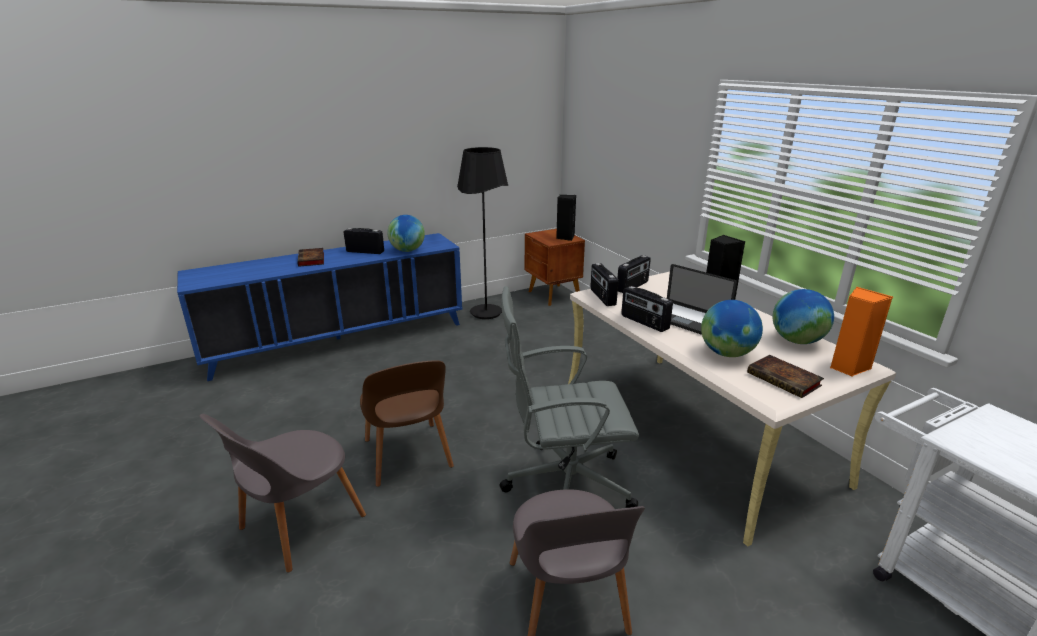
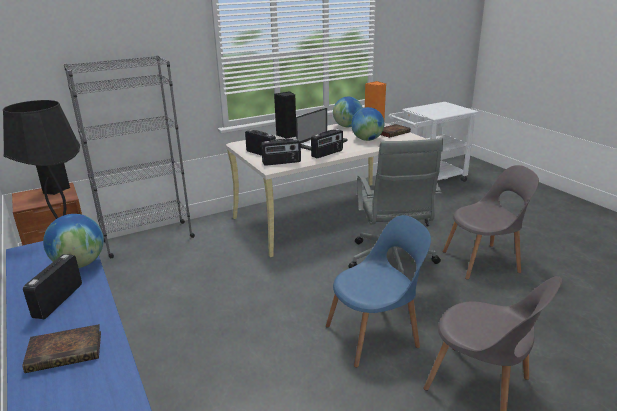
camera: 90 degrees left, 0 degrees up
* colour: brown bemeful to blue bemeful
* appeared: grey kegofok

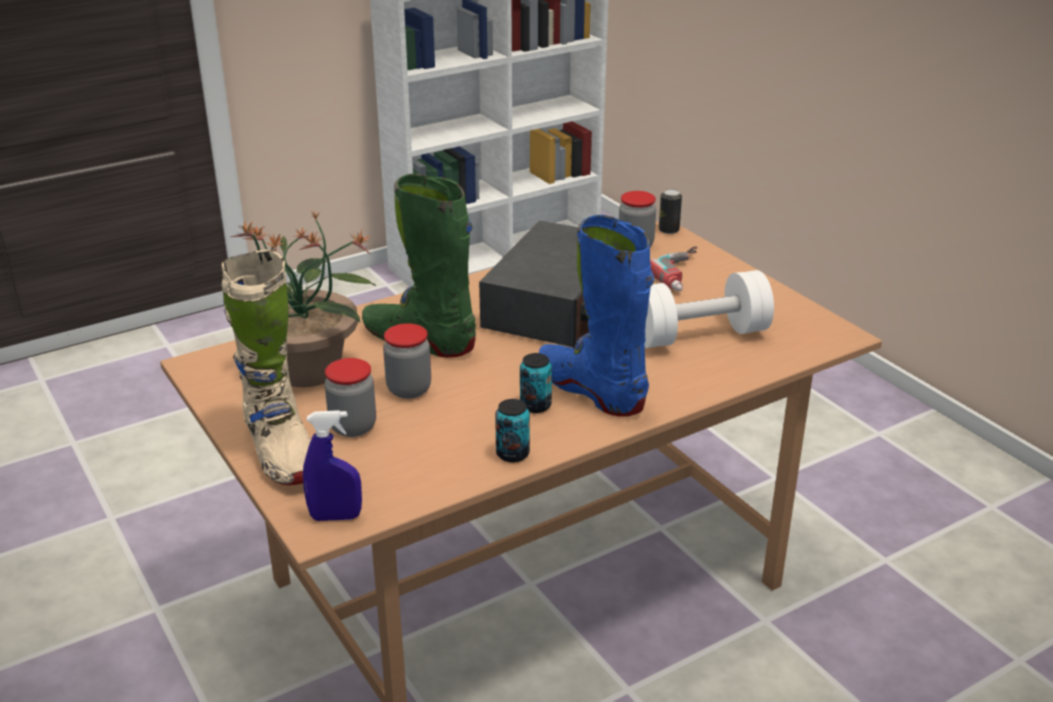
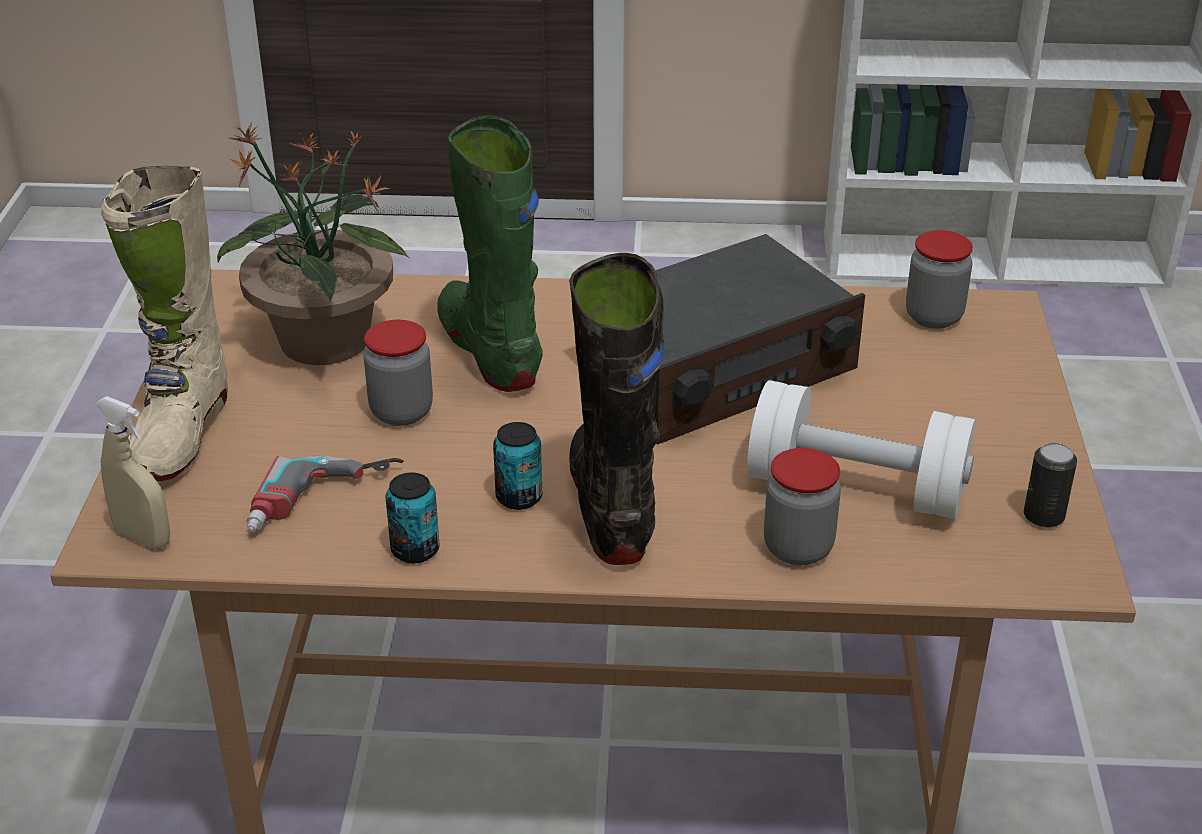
camera: 35 degrees right, 5 degrees up
* colour: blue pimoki to beige pimoki
* relocated: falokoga (no. 1 from left in the first image) to falokoga (no. 2 from left)
* colour: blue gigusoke to black gigusoke
* relocated: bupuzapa
* relocated: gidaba (no. 3 from left)

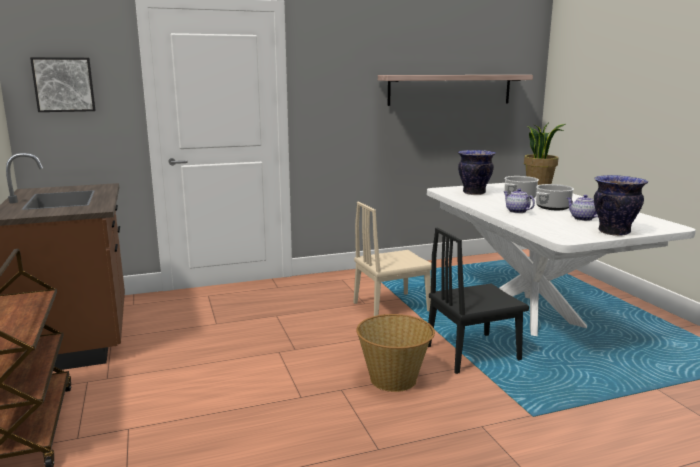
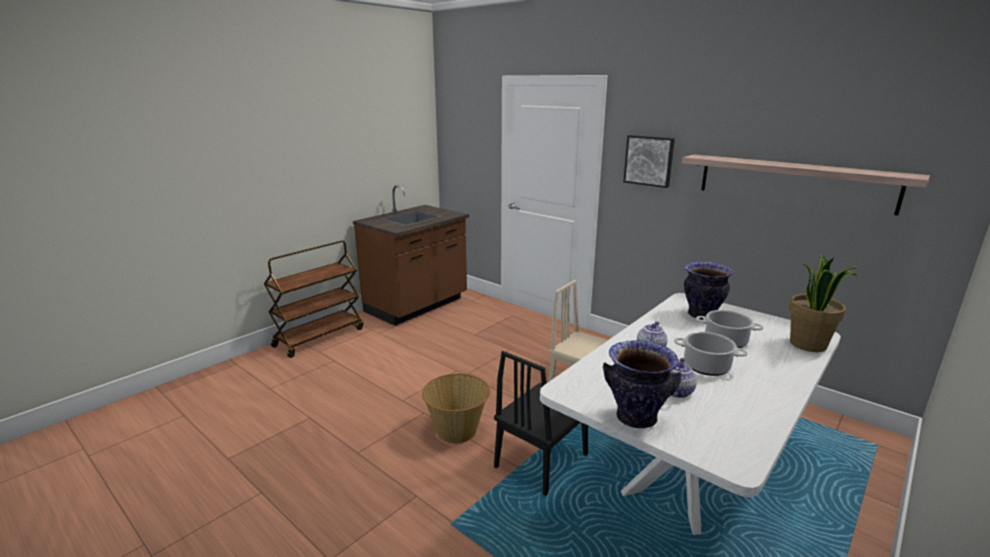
camera: 60 degrees right, 5 degrees up
* relocated: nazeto
* spun: black bemeful 90 degrees counterclockwise

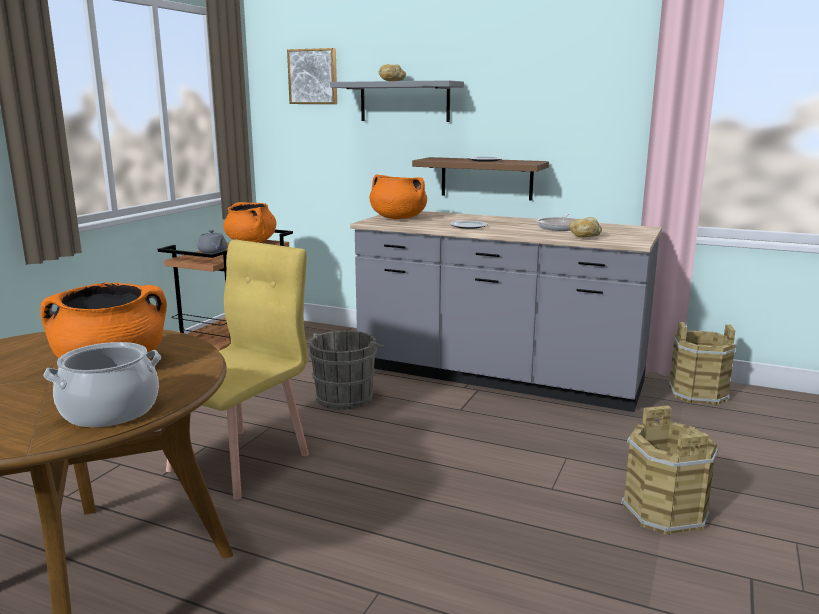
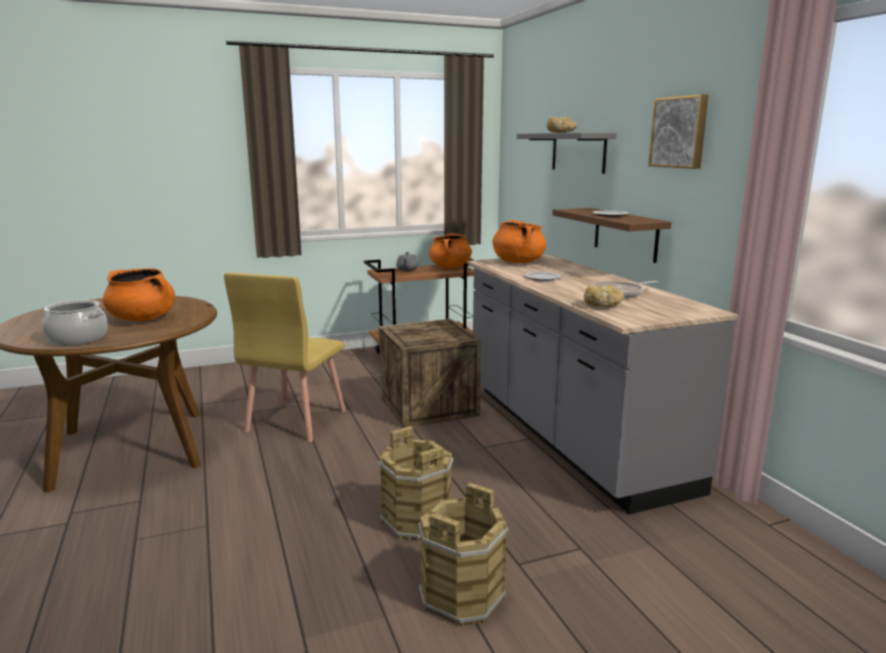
camera: 45 degrees right, 0 degrees up
* spun: yellow bemeful 120 degrees clockwise
* relocated: nazeto
* exchanged: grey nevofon to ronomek
* relocated: brown nevofon (no. 2 from left in the first image) to brown nevofon (no. 1 from left)

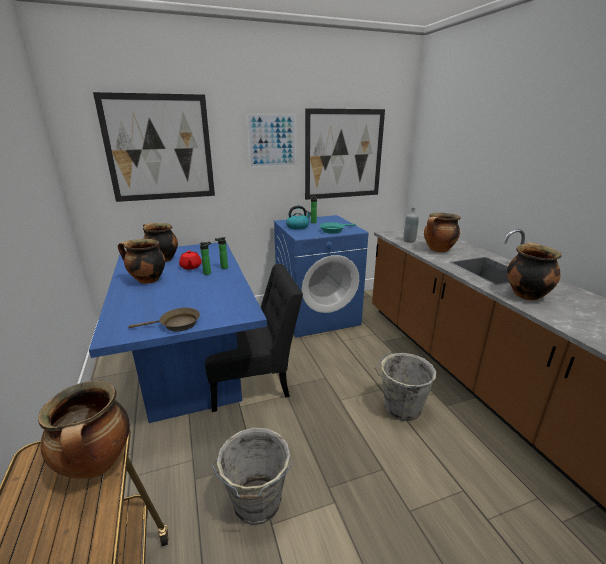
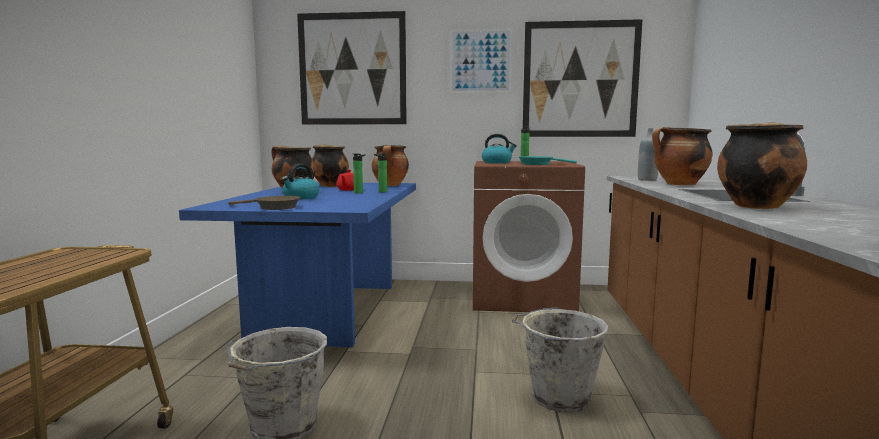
camera: 25 degrees right, 15 degrees down
* relocated: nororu (no. 1 from left in the first image) to nororu (no. 3 from left)
* missing: black bemeful
* colour: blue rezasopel to brown rezasopel
* appeared: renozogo (no. 1 from left)

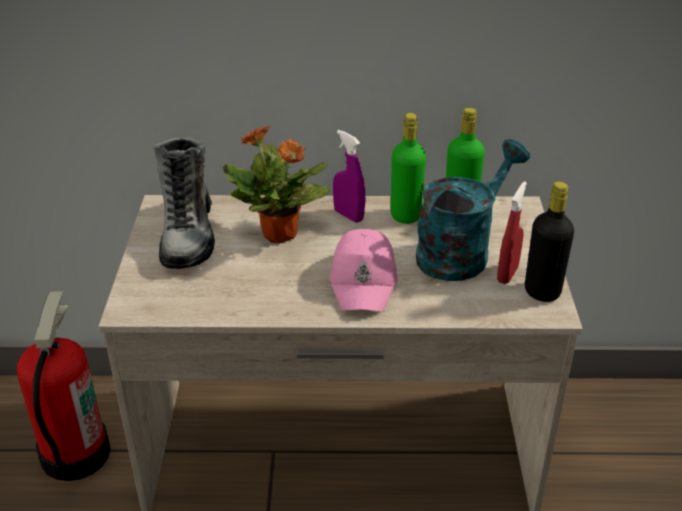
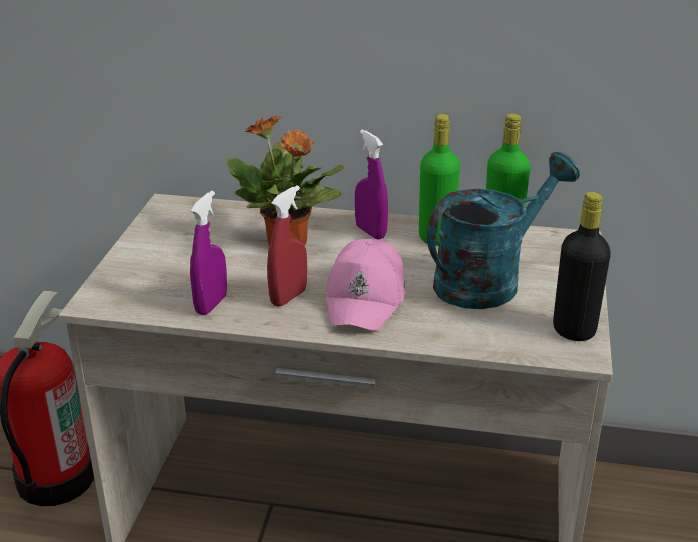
camera: 10 degrees right, 5 degrees down
* missing: gigusoke
* relocated: red pimoki
* appeared: purple pimoki (no. 1 from left)

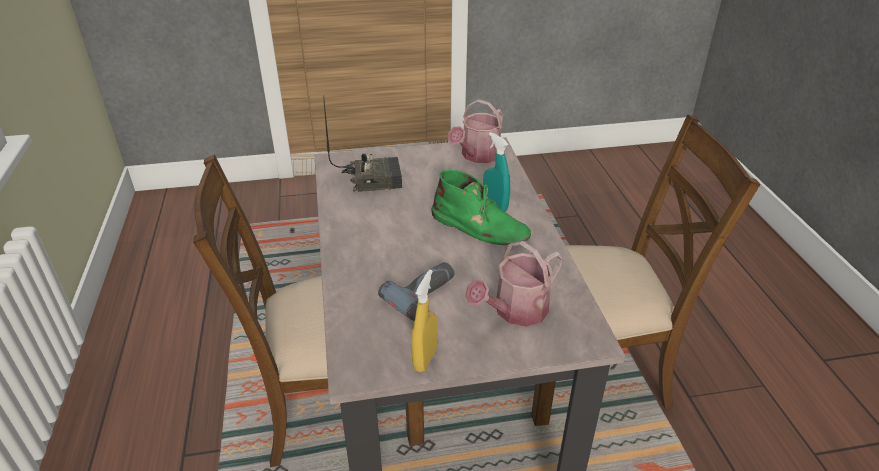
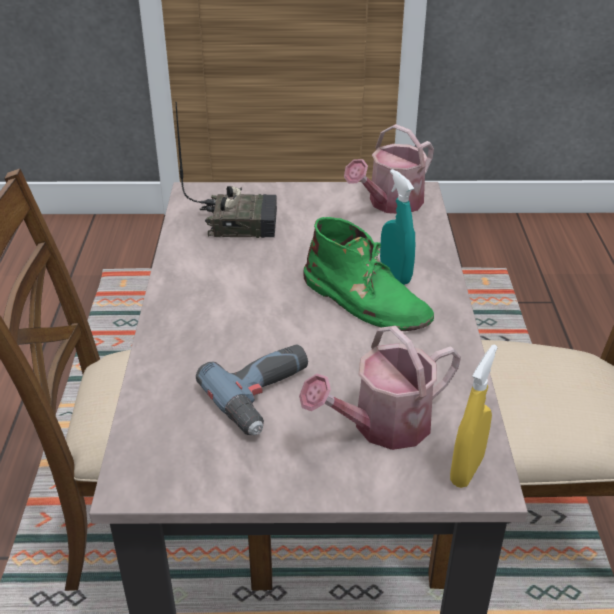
camera: 10 degrees right, 0 degrees up
* relocated: yellow pimoki

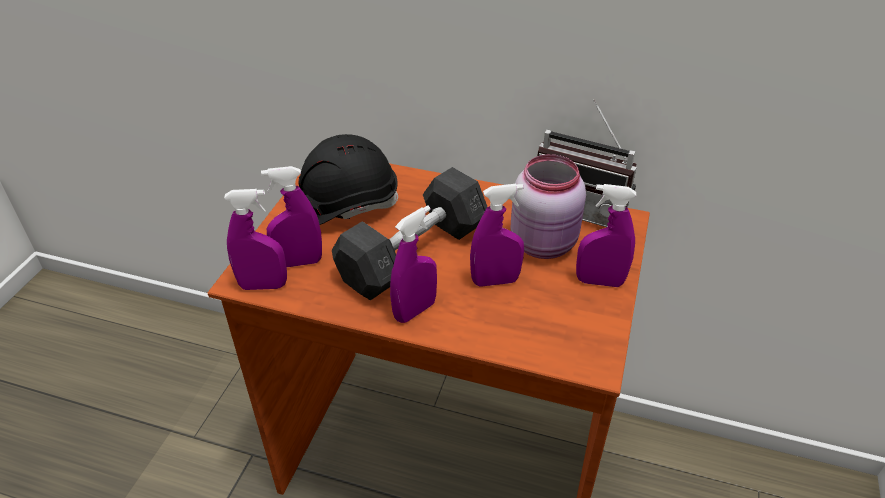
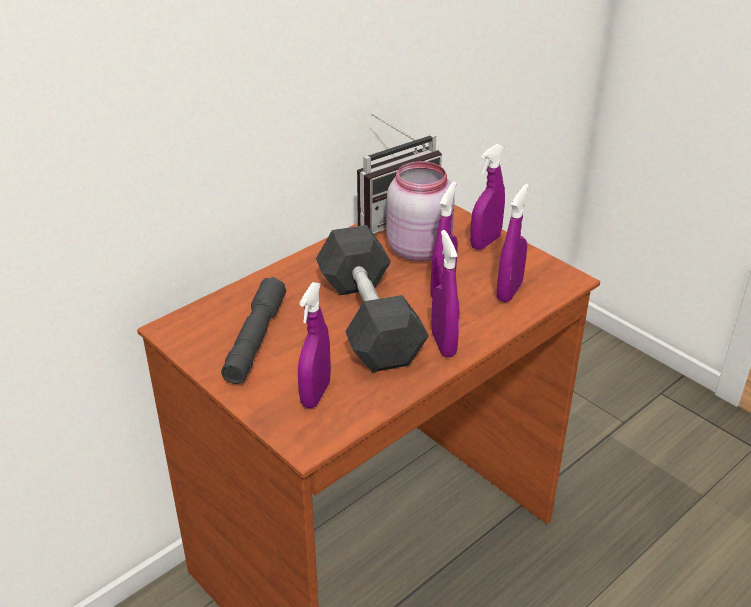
camera: 60 degrees left, 5 degrees down
* relocated: purple pimoki (no. 1 from left in the first image) to purple pimoki (no. 5 from left)
* exchanged: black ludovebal to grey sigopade

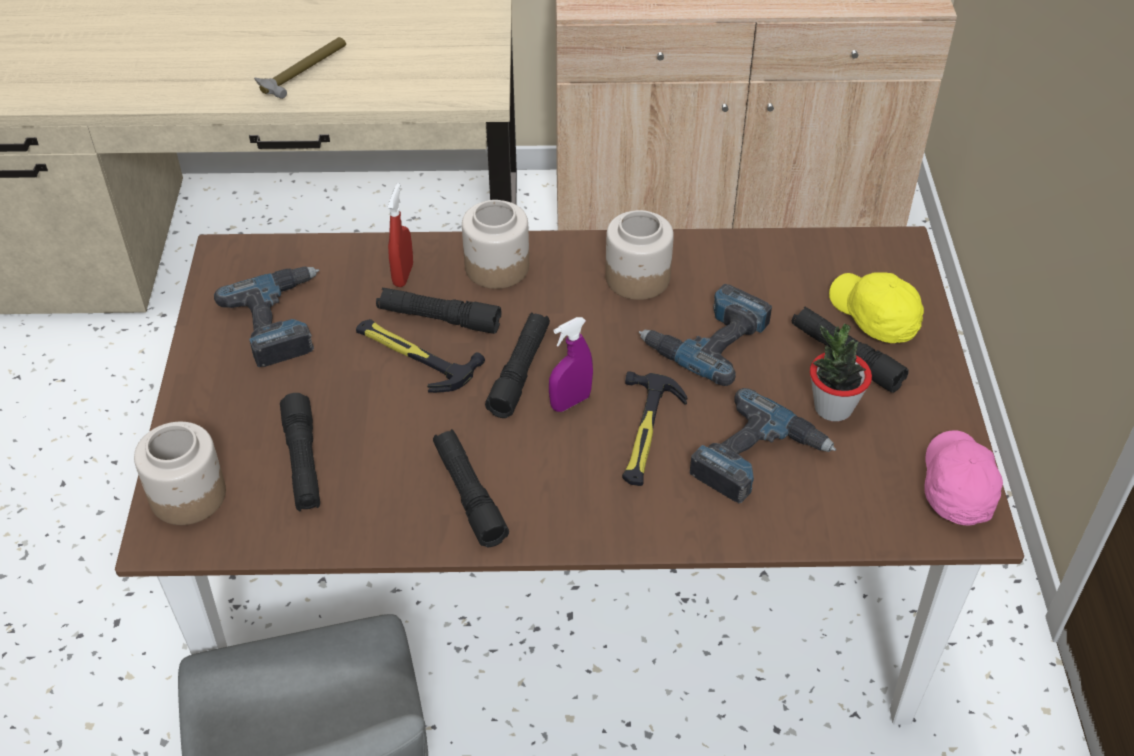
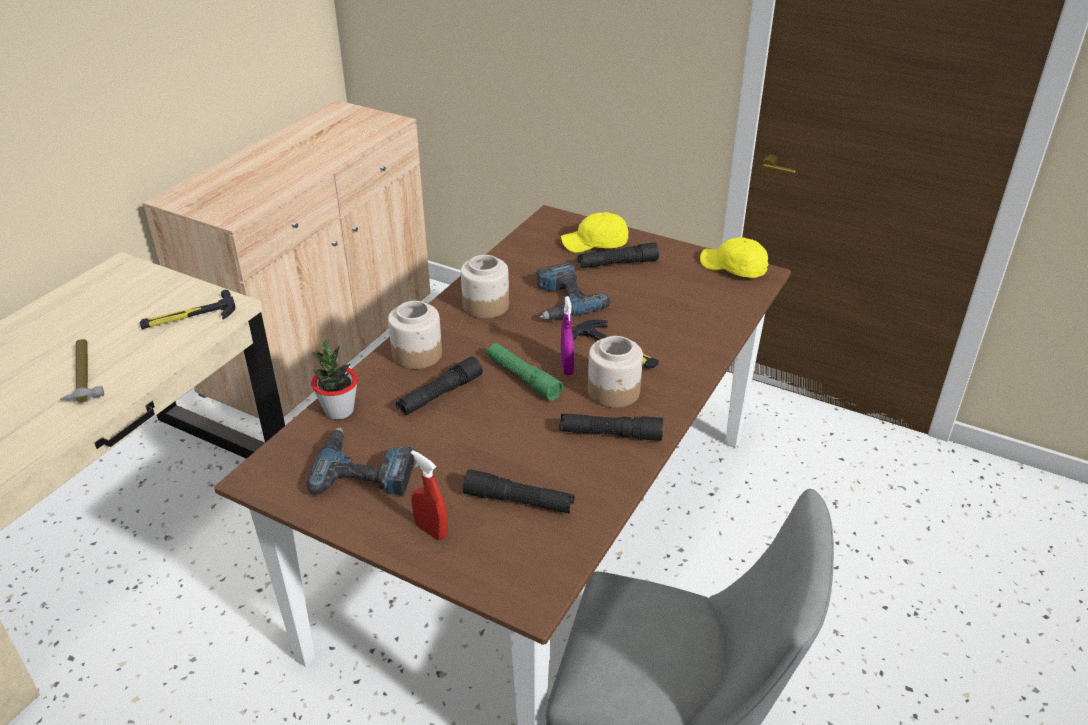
camera: 60 degrees left, 10 degrees down
* relocated: falokoga (no. 1 from left in the first image) to falokoga (no. 3 from left)
* relocated: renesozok (no. 2 from left)
* relocated: red pimoki
* colour: black sigopade (no. 4 from left) to green sigopade
* missing: bupuzapa (no. 3 from left)
* relocated: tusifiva
* colour: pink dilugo to yellow dilugo (no. 2 from left)

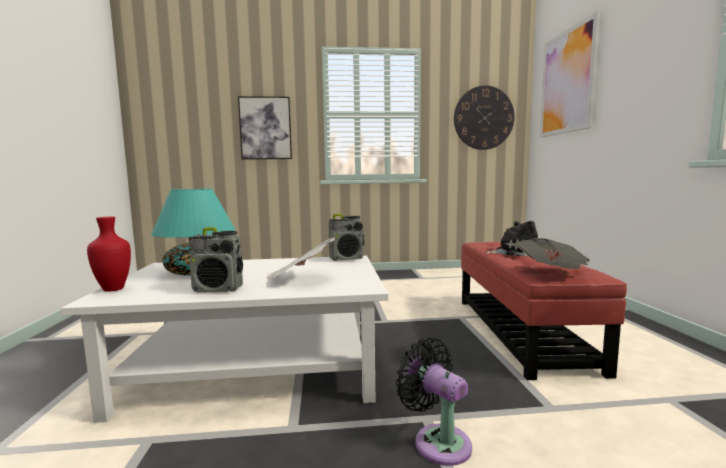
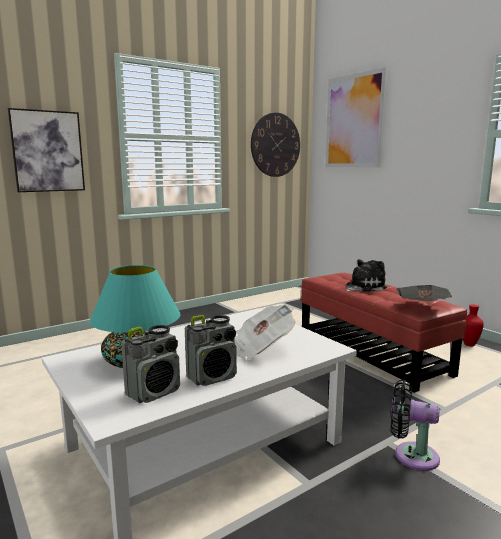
camera: 30 degrees left, 5 degrees up
* relocated: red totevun
* relocated: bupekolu (no. 2 from left in the first image) to bupekolu (no. 1 from left)

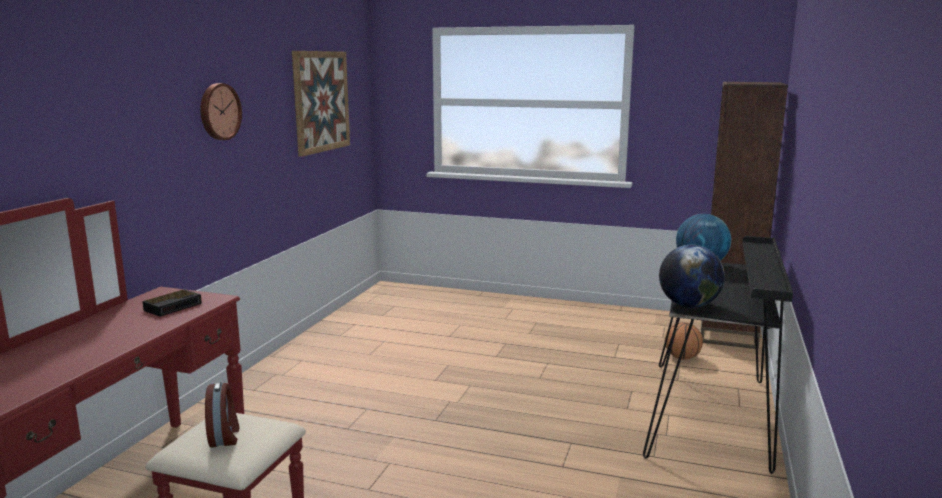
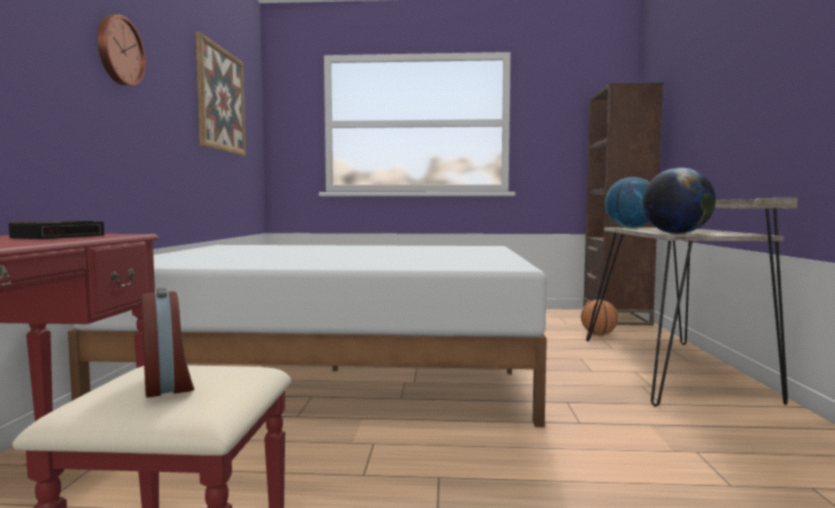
camera: 15 degrees left, 10 degrees down
* colour: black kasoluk to beige kasoluk
* appeared: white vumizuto

